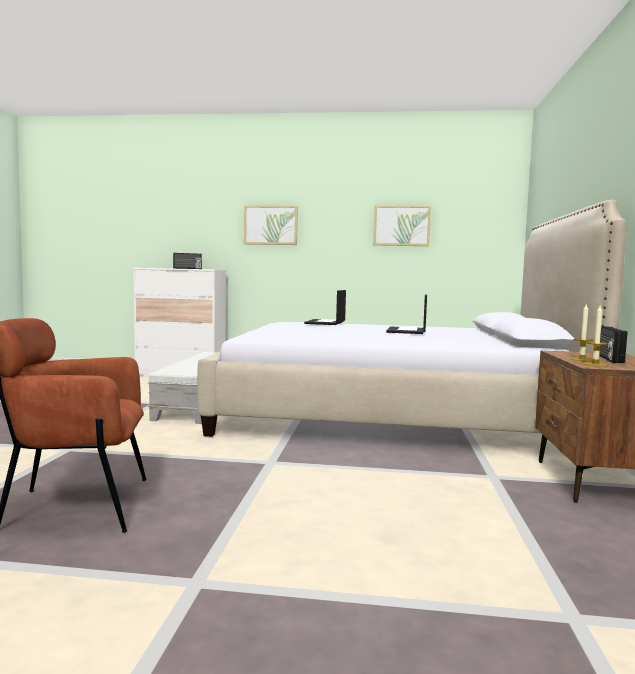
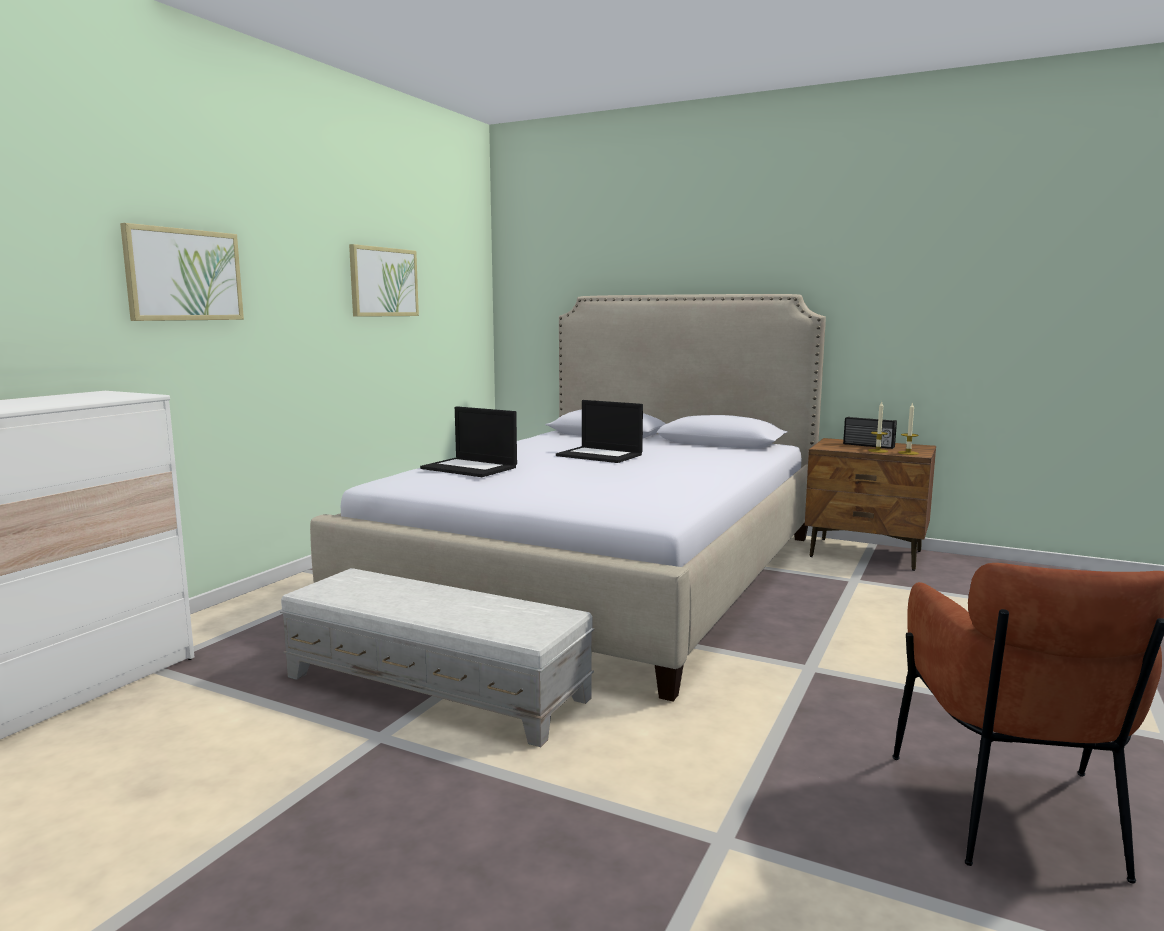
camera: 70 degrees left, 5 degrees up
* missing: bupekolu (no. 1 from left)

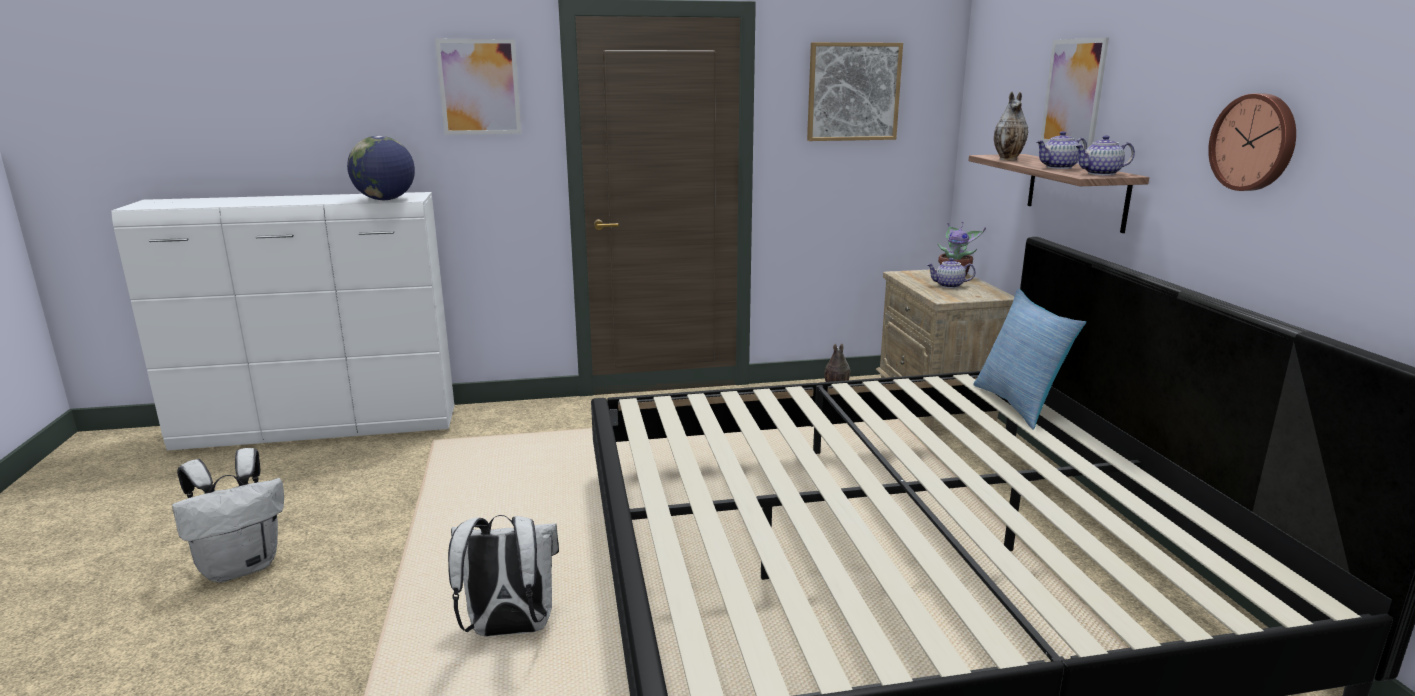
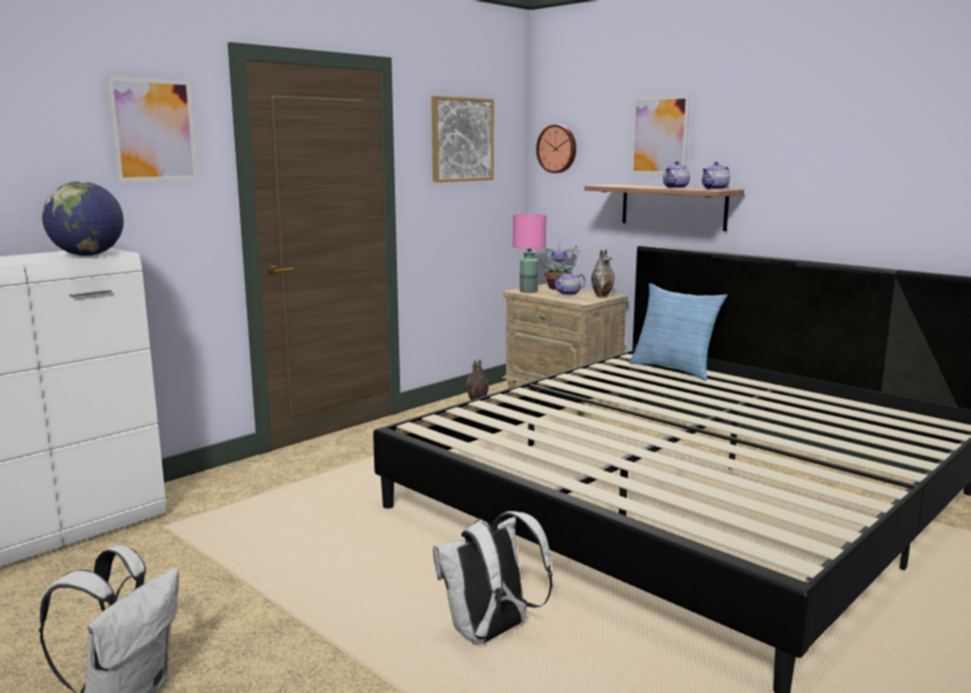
camera: 35 degrees left, 5 degrees down
* relocated: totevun (no. 2 from left)
* relocated: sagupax
* appeared: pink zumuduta

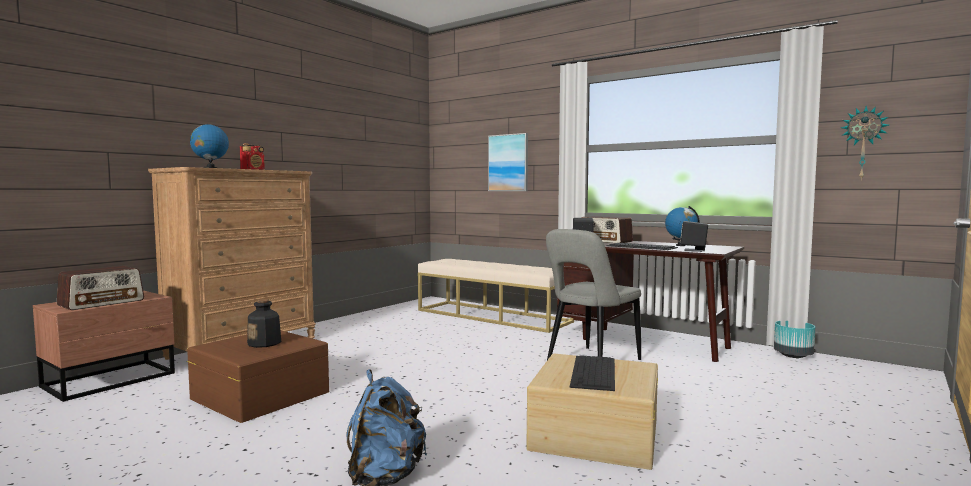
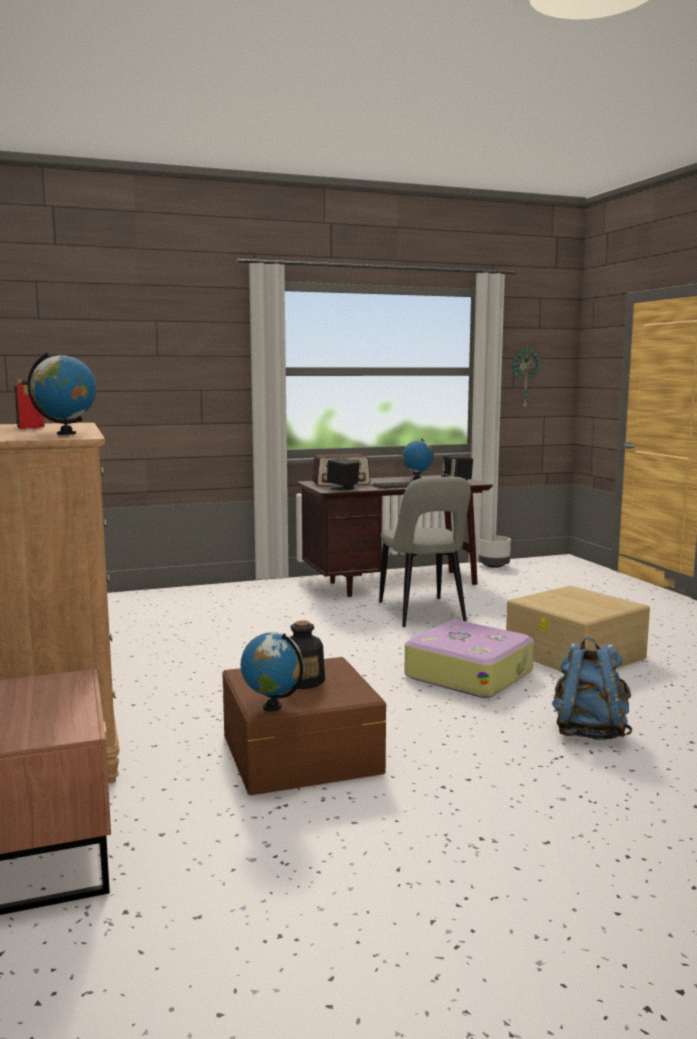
camera: 55 degrees left, 5 degrees up
* missing: bupekolu (no. 1 from left)
* missing: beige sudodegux
* missing: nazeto
* missing: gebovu (no. 1 from left)
* colour: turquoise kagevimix to grey kagevimix
* appeared: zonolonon (no. 2 from left)
* appeared: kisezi

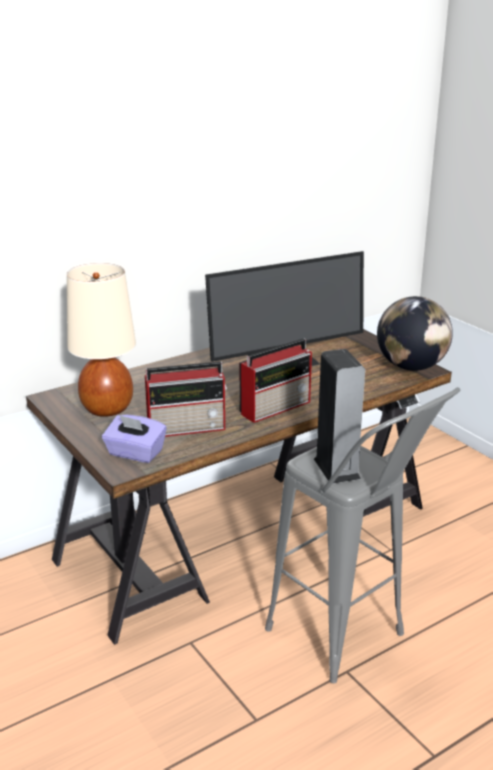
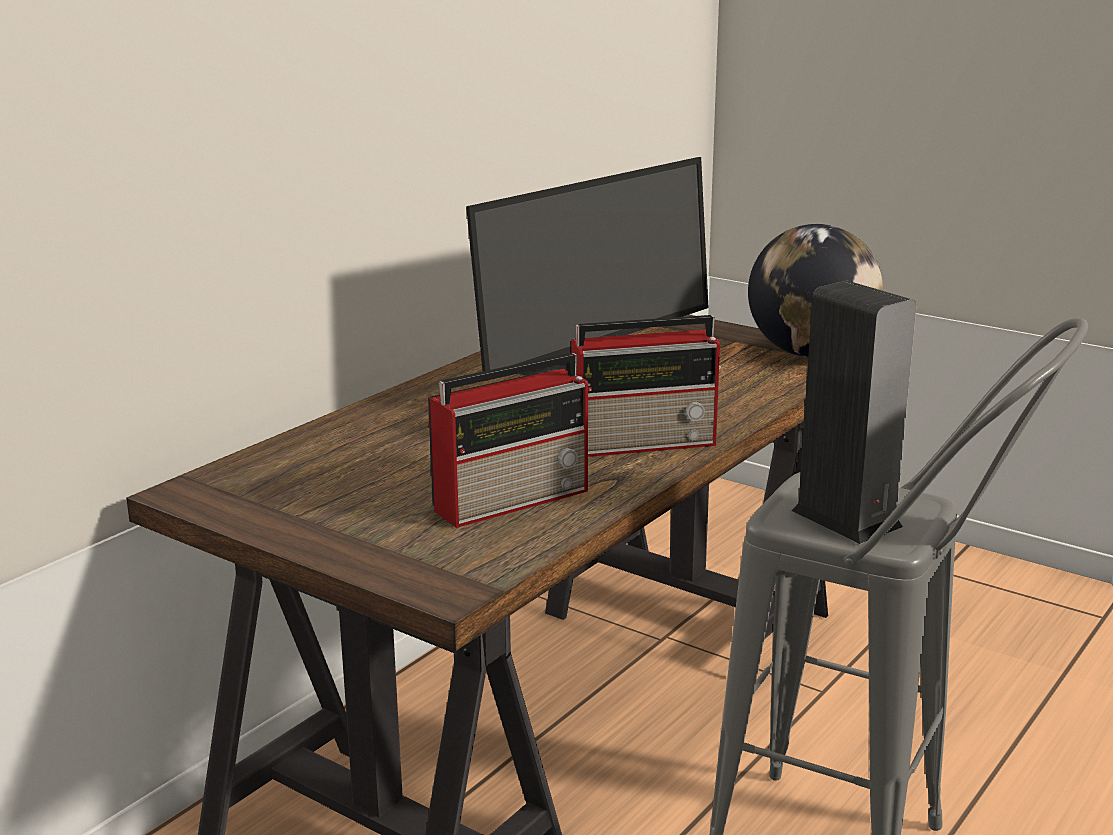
camera: 20 degrees left, 5 degrees down
* missing: beige zumuduta
* missing: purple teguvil
* spun: bupekolu (no. 2 from left) 45 degrees clockwise

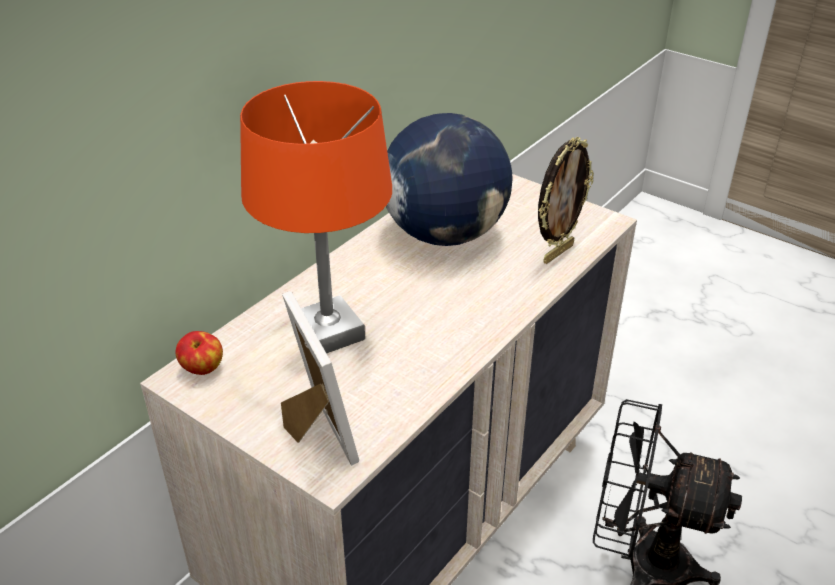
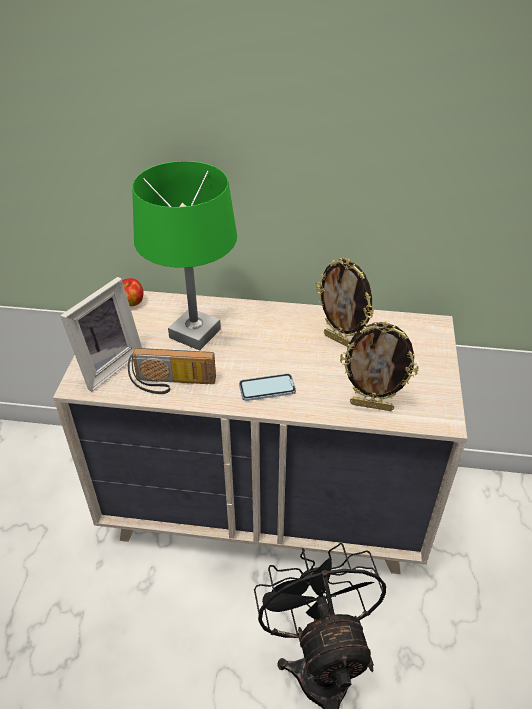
camera: 60 degrees right, 5 degrees up
* colour: orange zumuduta to green zumuduta
* exchanged: zonolonon to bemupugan (no. 2 from left)
* appeared: bupekolu
* appeared: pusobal

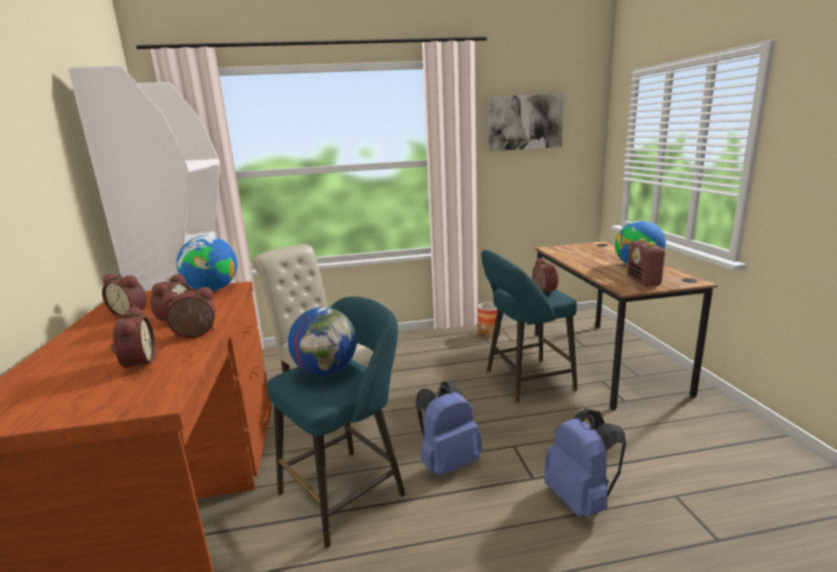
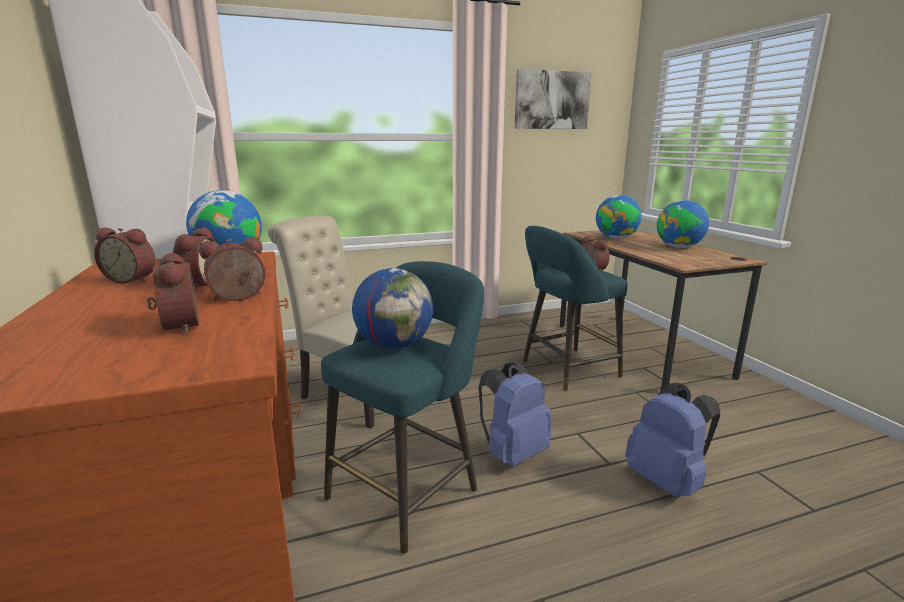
camera: 10 degrees left, 0 degrees up
* missing: kagevimix
* missing: bupekolu
* appeared: zonolonon (no. 3 from left)

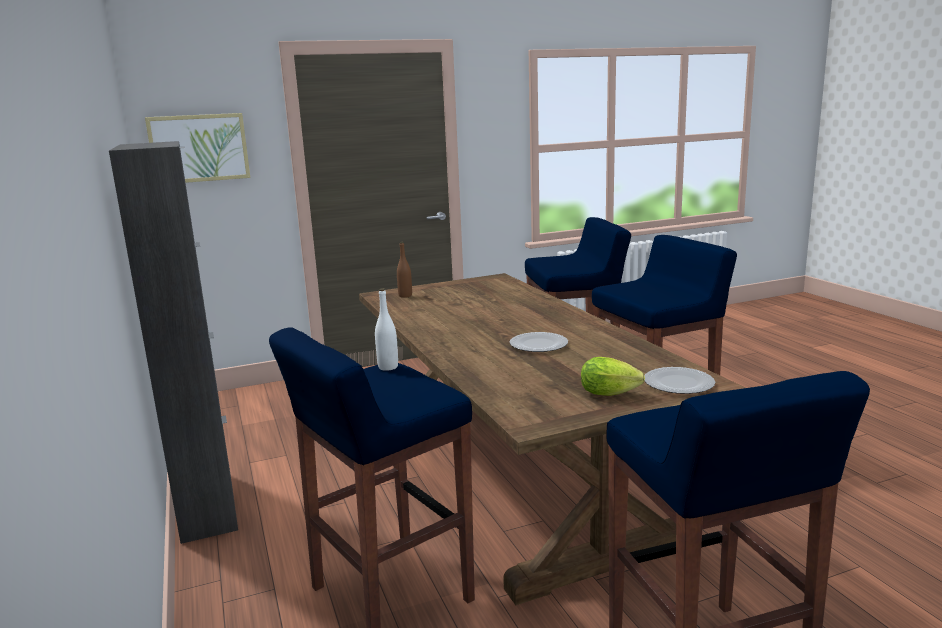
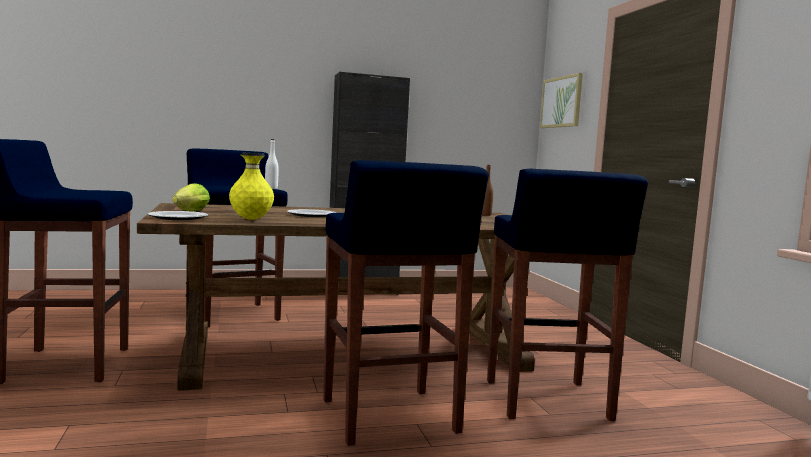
camera: 95 degrees right, 10 degrees down
* appeared: yellow totevun

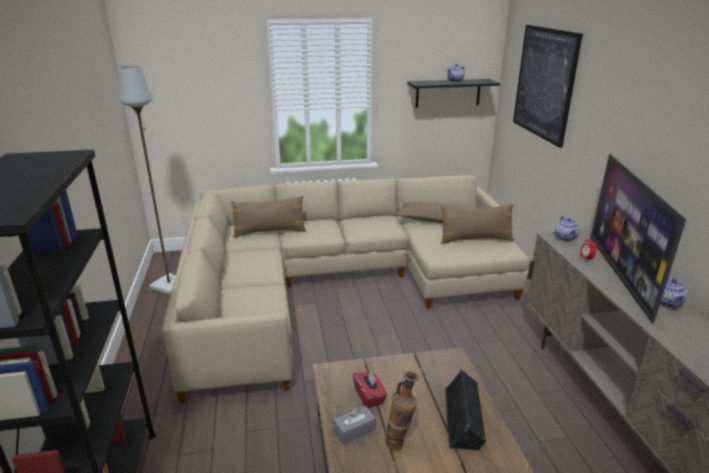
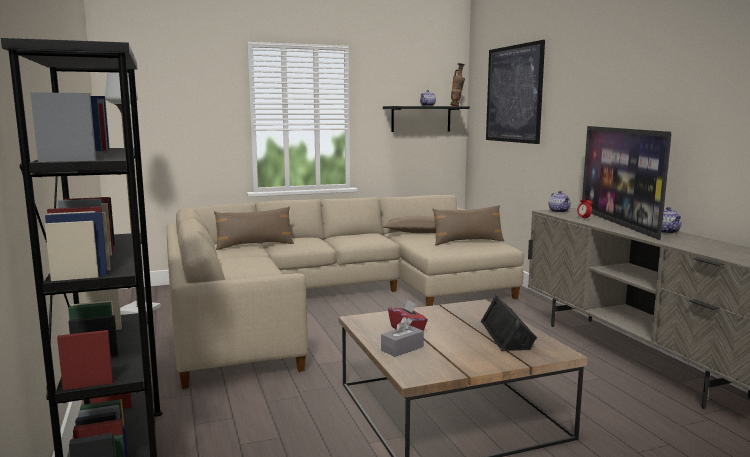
camera: 10 degrees left, 15 degrees down
* relocated: totevun

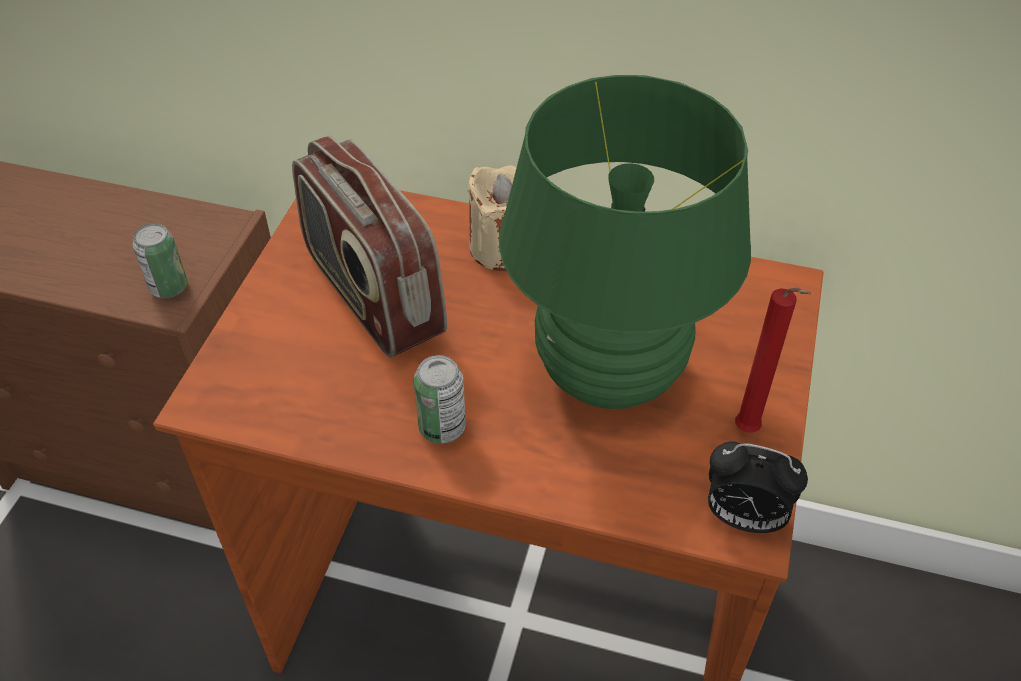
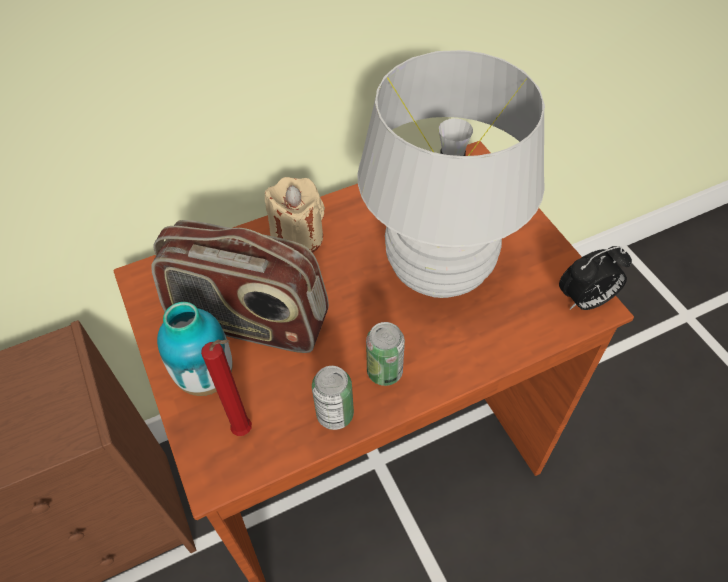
camera: 40 degrees left, 5 degrees up
* relocated: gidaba (no. 1 from left)
* colour: green zumuduta to white zumuduta
* relocated: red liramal
* appeared: totevun

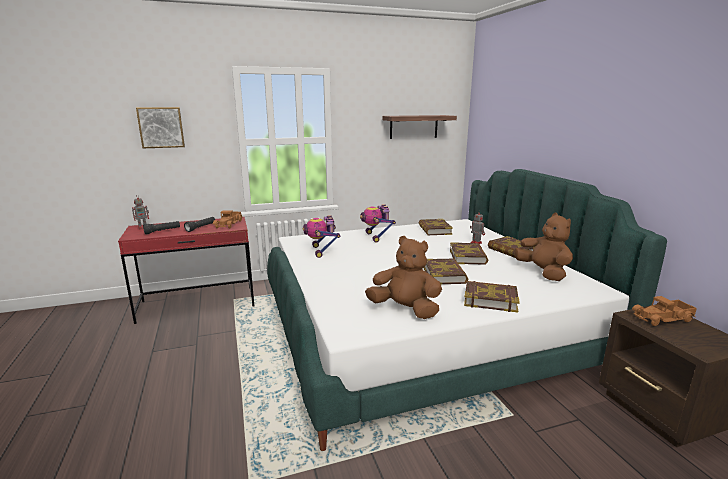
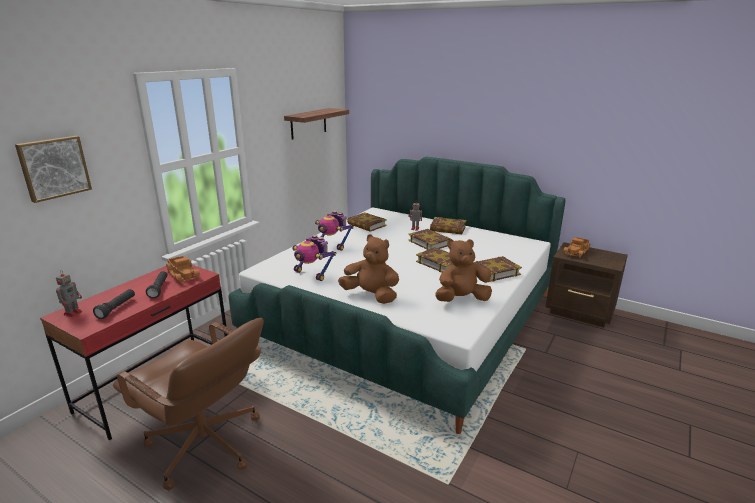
camera: 40 degrees left, 5 degrees up
* relocated: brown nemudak (no. 2 from left in the first image) to brown nemudak (no. 1 from left)
* appeared: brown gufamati

